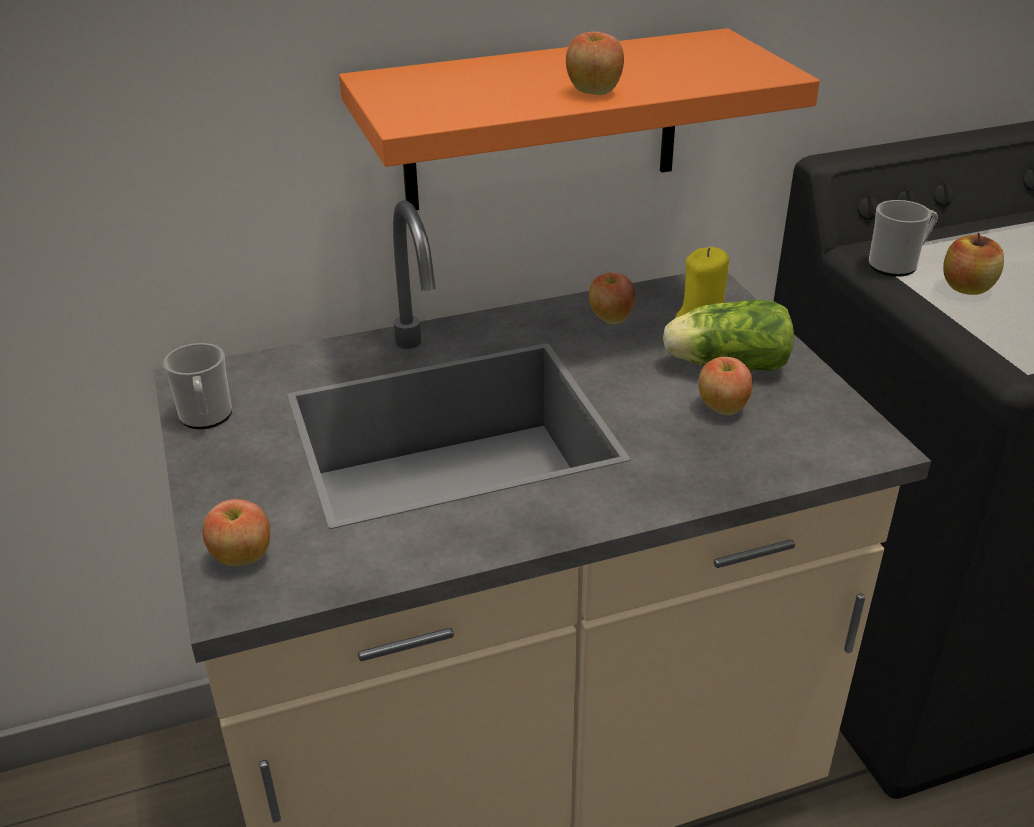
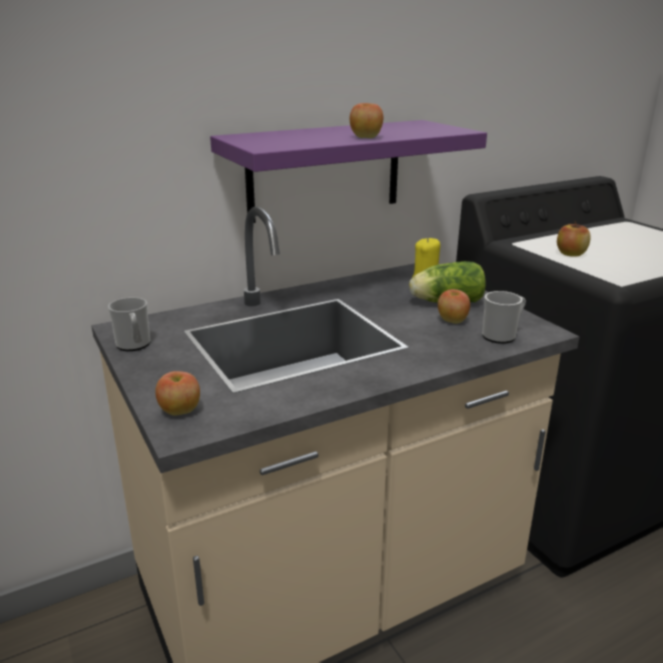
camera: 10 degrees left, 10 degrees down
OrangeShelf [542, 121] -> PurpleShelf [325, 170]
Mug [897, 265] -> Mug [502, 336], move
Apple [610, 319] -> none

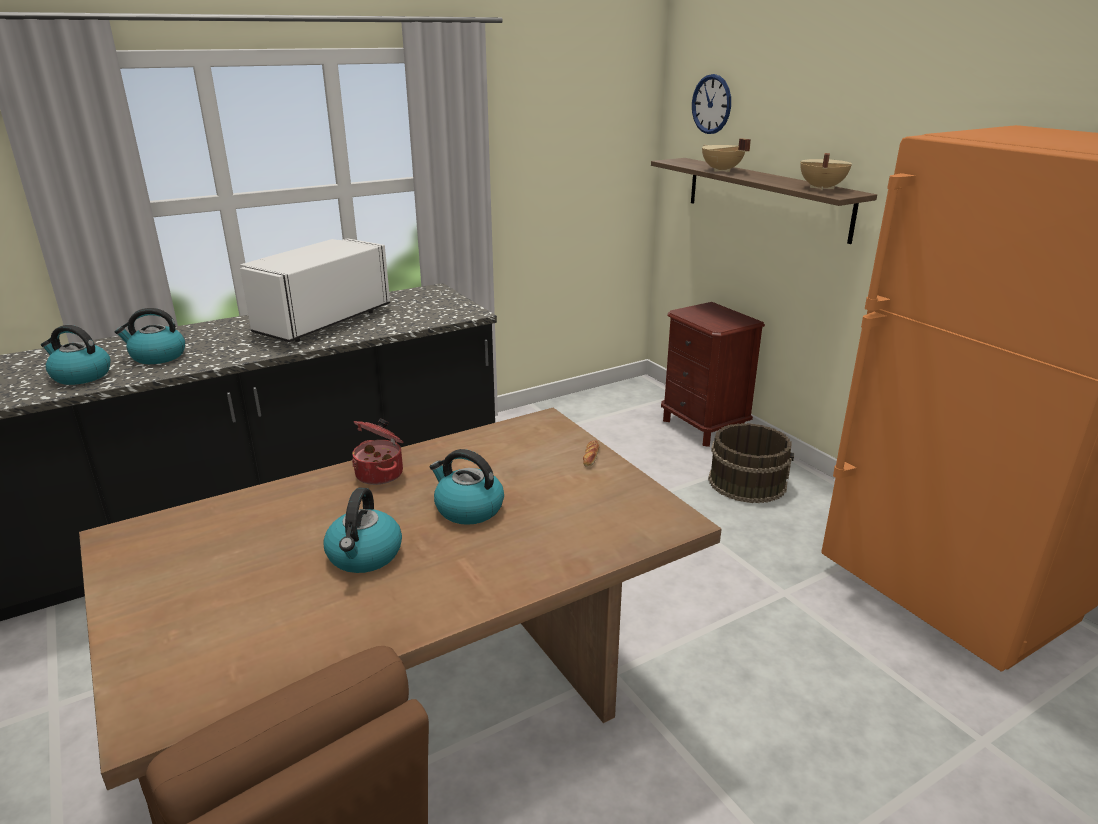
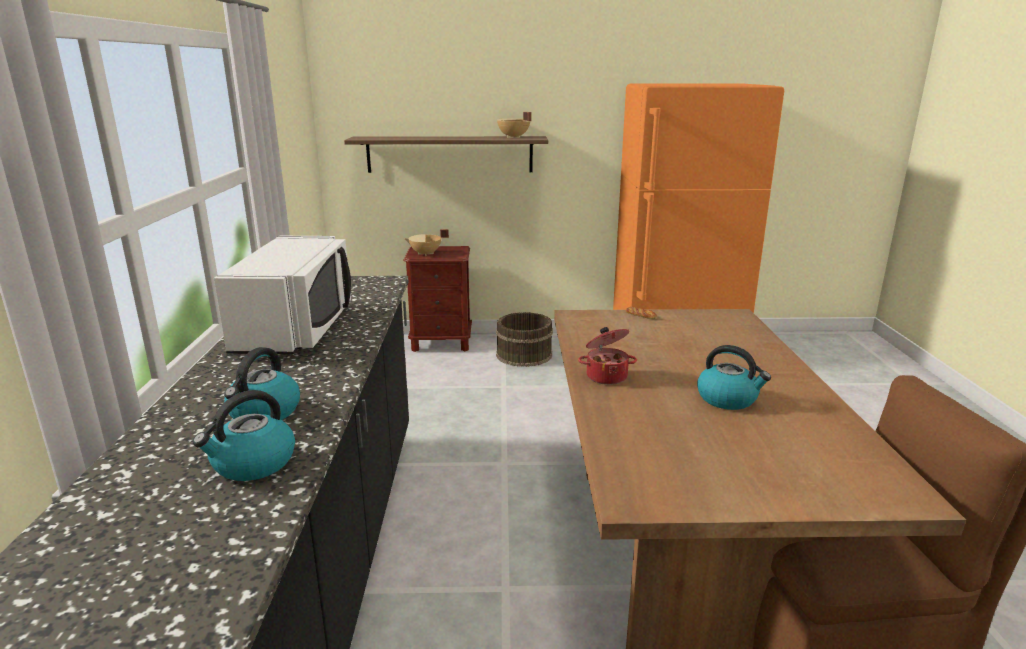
camera: 60 degrees left, 5 degrees down
WallClock [711, 104] -> none
BeigeCookingPot [721, 170] -> BeigeCookingPot [426, 254], move
WhiteMicrowave [320, 320] -> WhiteMicrowave [298, 329], 150 degrees counterclockwise
Kettle [468, 509] -> none

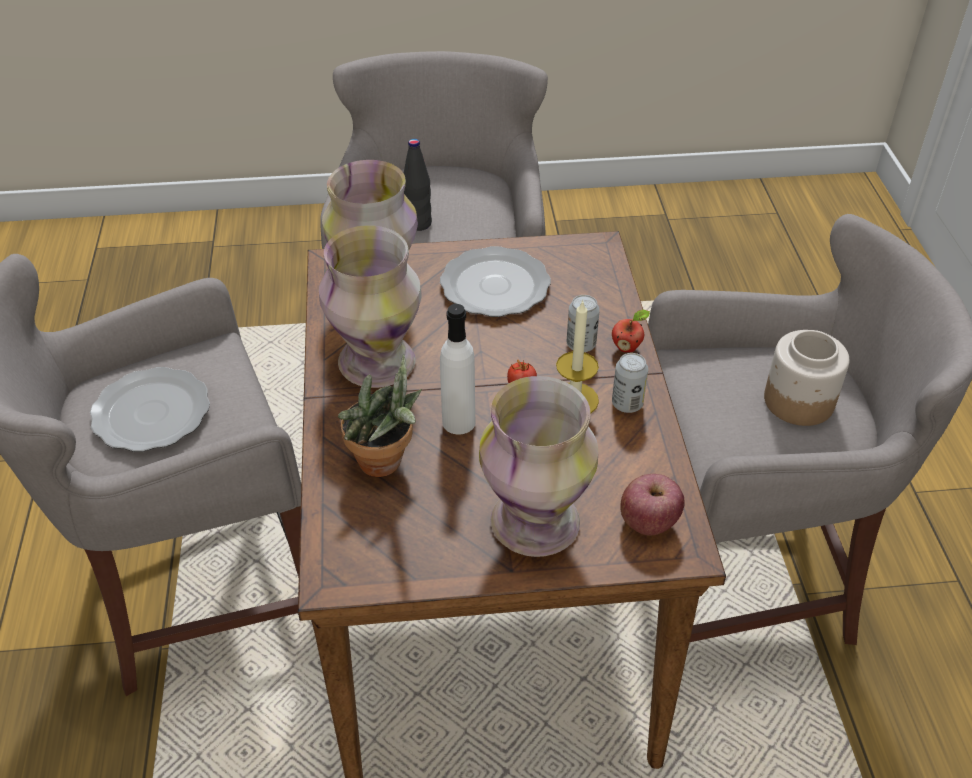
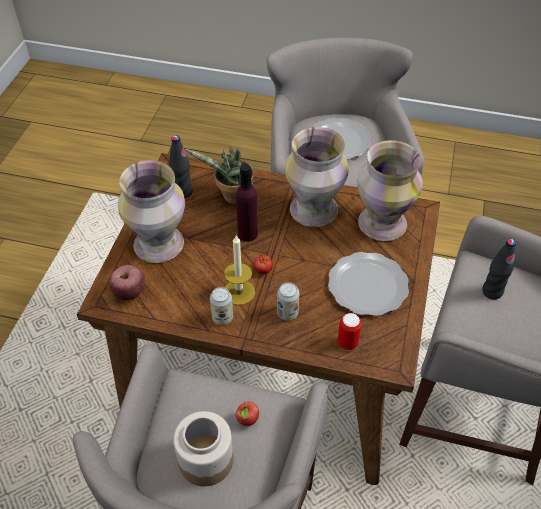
camera: 110 degrees right, 5 degrees up
WhiteBottle [458, 422] -> PurpleBottle [247, 234]
Apple [627, 347] -> Apple [248, 421], move
none -> BlackBottle [183, 192]
none -> Can [347, 343]

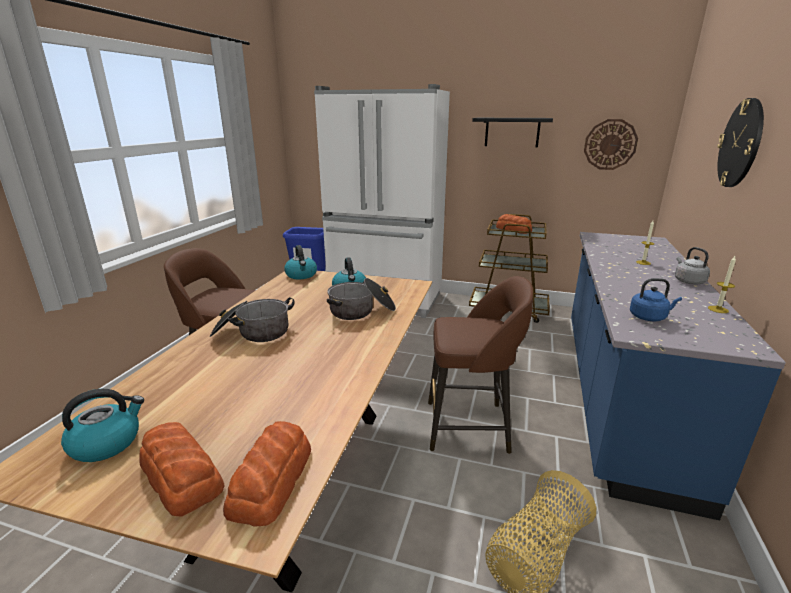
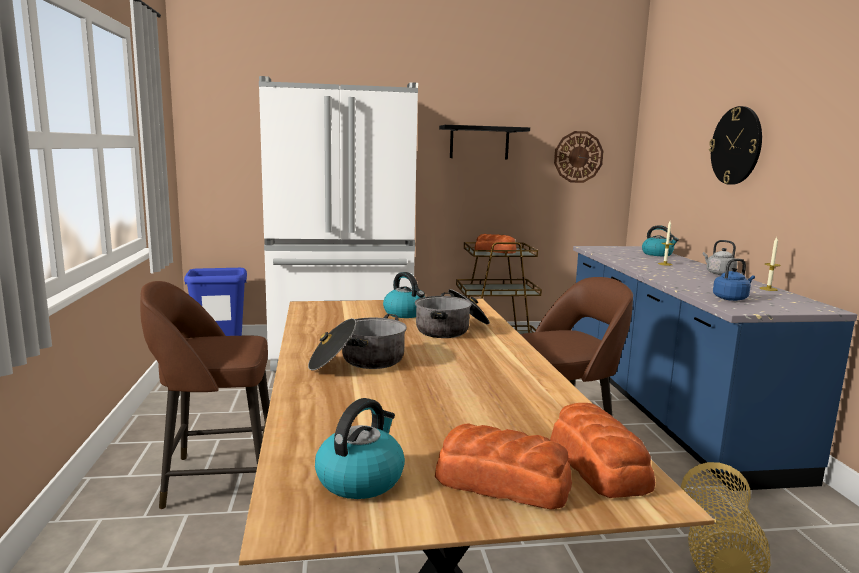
camera: 25 degrees left, 10 degrees down
Kettle [301, 275] -> Kettle [657, 254], move

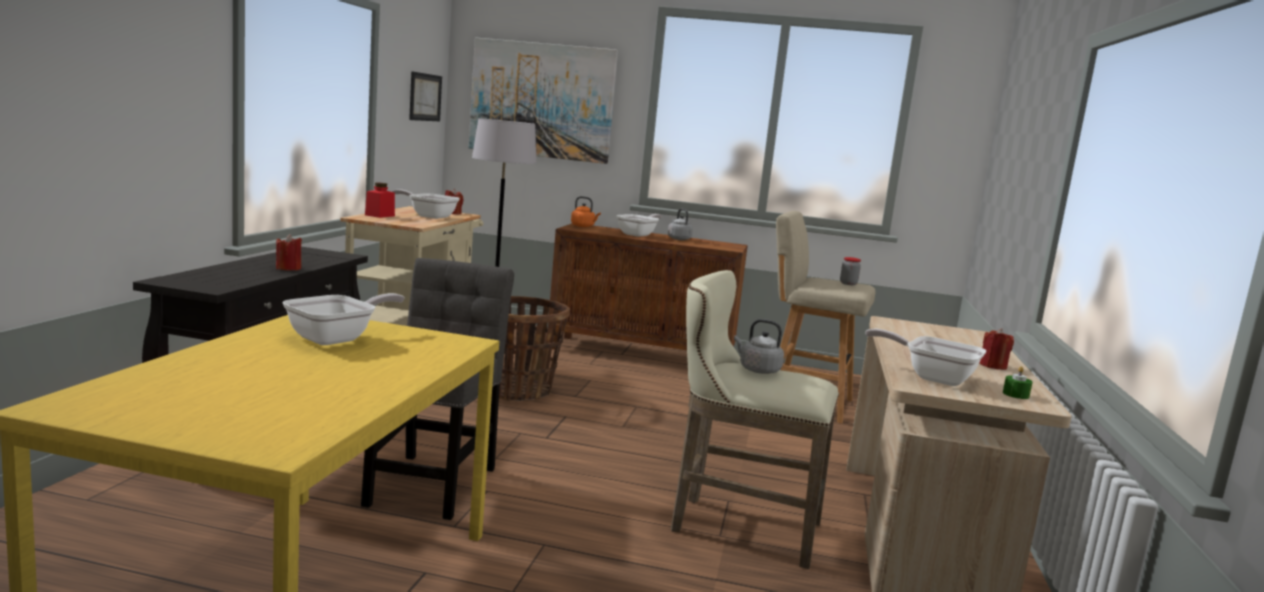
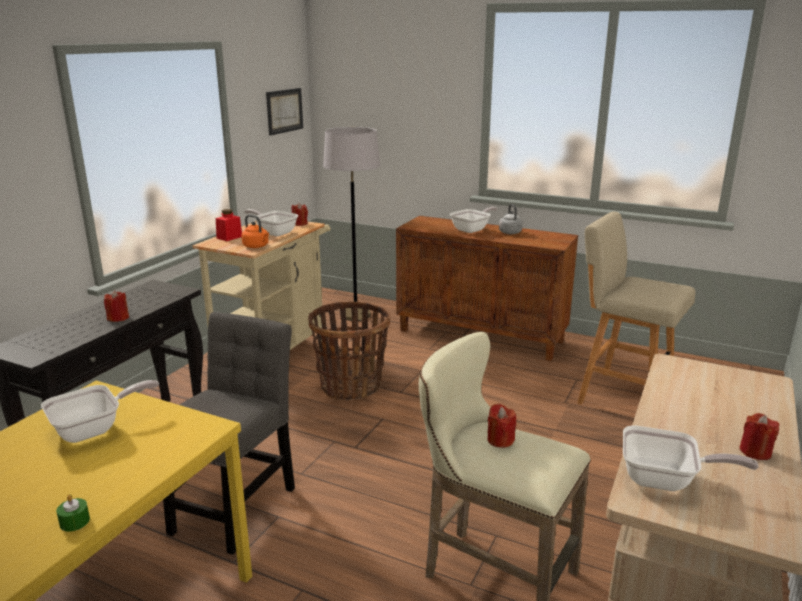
camera: 15 degrees right, 10 degrees up
Picture [542, 100] -> none
OrangeKettle [583, 226] -> OrangeKettle [257, 246], move
Jar [848, 284] -> none
GreyKettle [757, 370] -> RedCandle [500, 440]
FryingPan [932, 377] -> FryingPan [665, 480], 150 degrees clockwise
GreenCandle [1015, 394] -> GreenCandle [74, 522], move

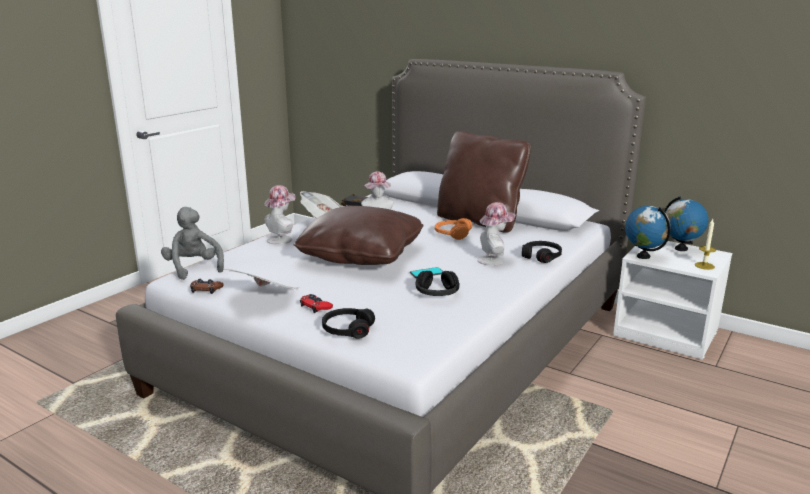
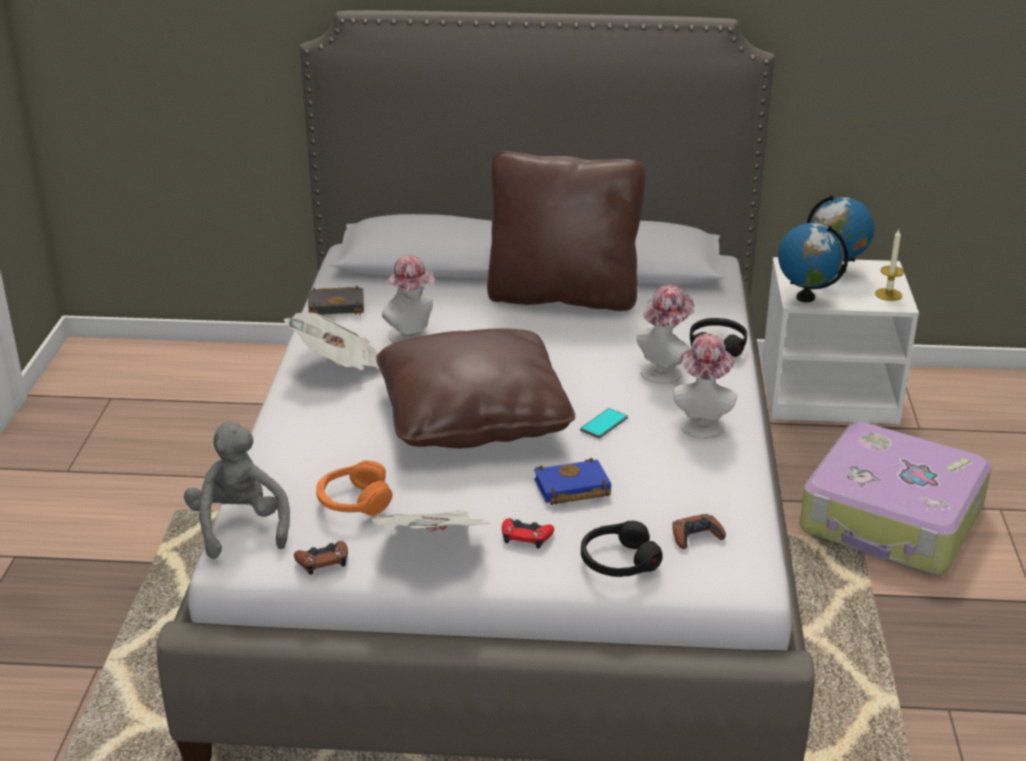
camera: 30 degrees left, 10 degrees up
Hat [282, 239] -> Hat [702, 423], move
GreyPlushToy [193, 268] -> GreyPlushToy [240, 526], 45 degrees clockwise
OrangeHeadphones [452, 234] -> OrangeHeadphones [353, 501], move
BlackHeadphones [437, 293] -> none
none -> Suitcase [892, 520]
none -> BlueBook [571, 489]
none -> BrownGameController [696, 536]

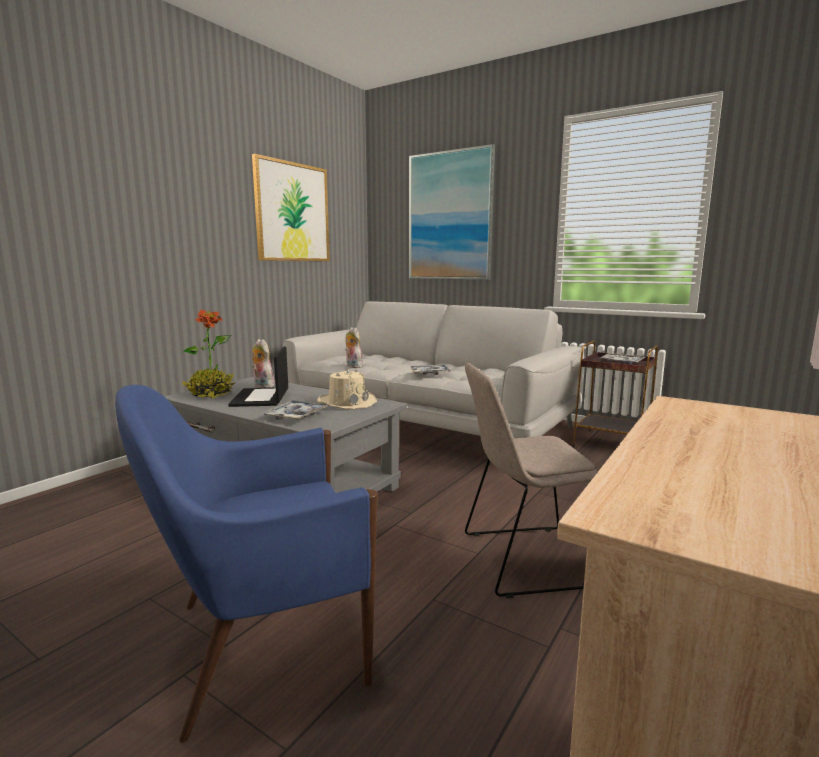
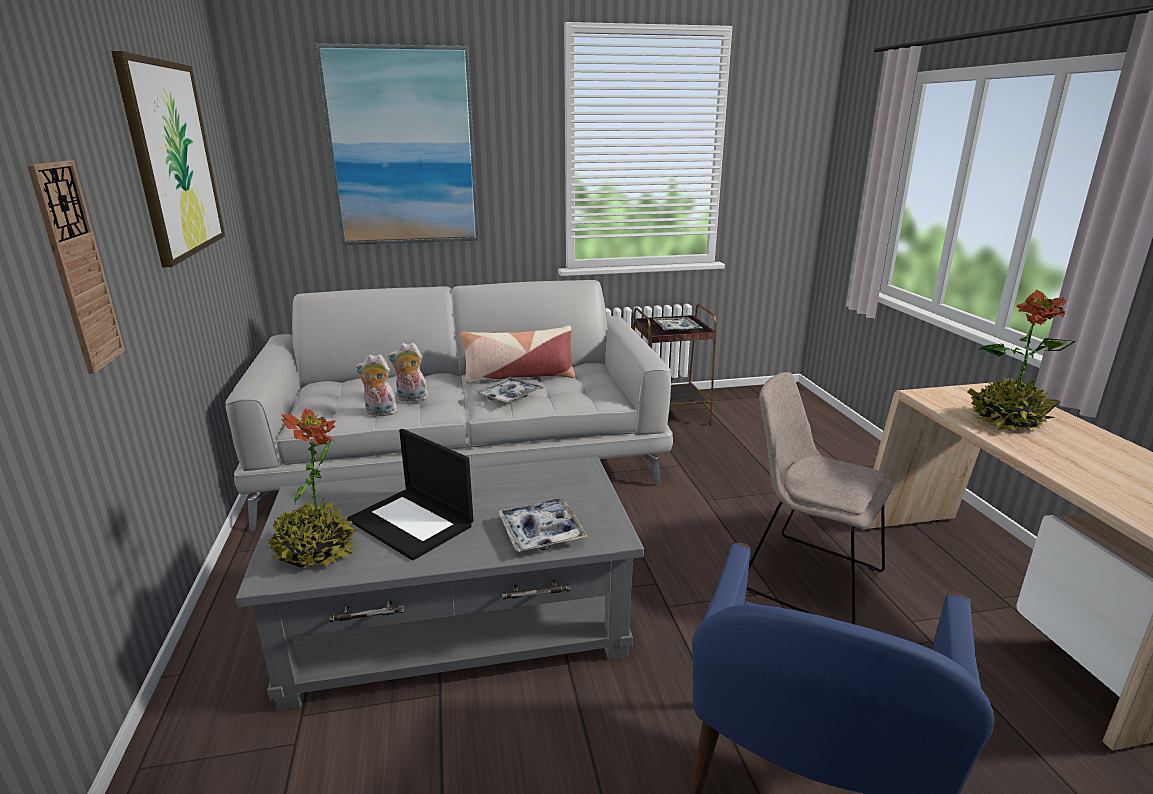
camera: 45 degrees left, 10 degrees up
PlushToy [262, 386] -> PlushToy [411, 399], move
BeigeChair [523, 560] -> BeigeChair [806, 577], 90 degrees clockwise
BeigeHat [347, 402] -> none
none -> WallClock [77, 267]
none -> PottedPlant [1006, 420]
none -> Pillow [519, 376]

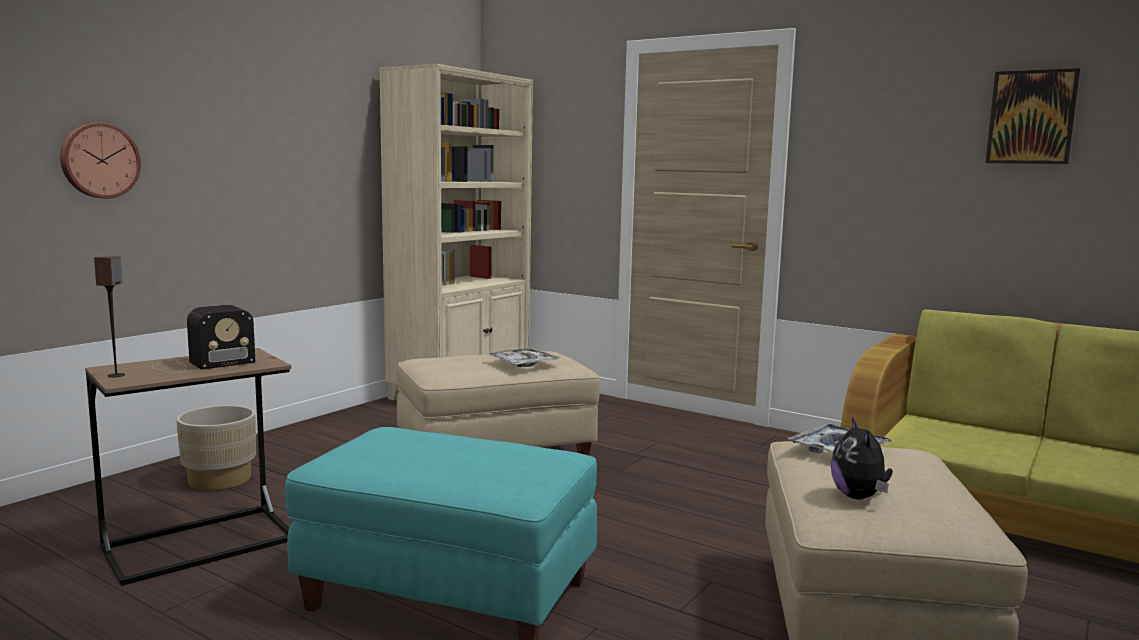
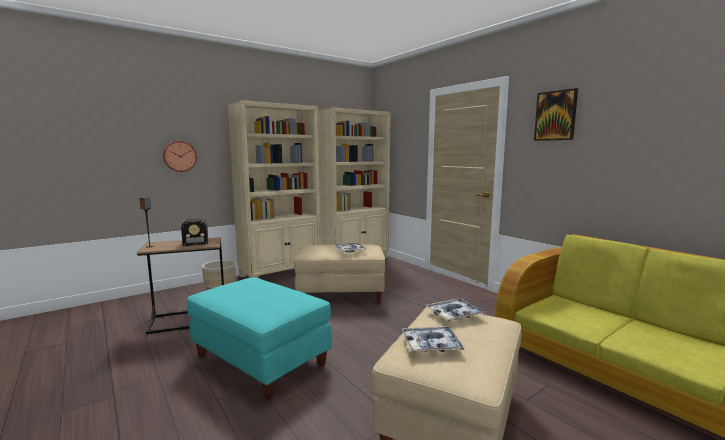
camera: 20 degrees right, 0 degrees up
Picture [1031, 117] -> Picture [555, 115], move
PlushToy [859, 497] -> Tray [431, 345]
none -> BeigeBookcase [281, 274]

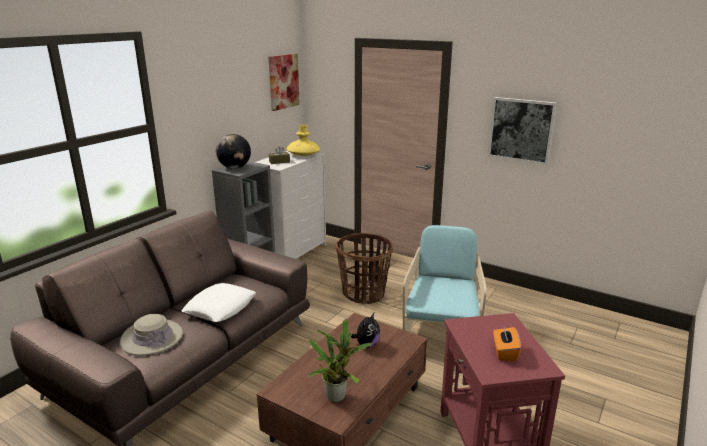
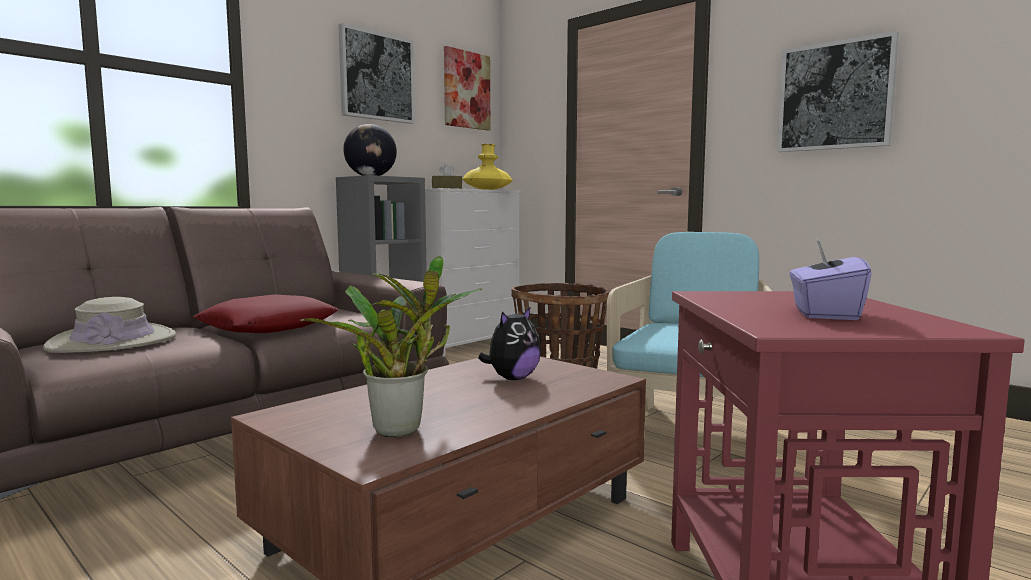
camera: 10 degrees right, 15 degrees down
WhitePillow [220, 307] -> RedPillow [269, 326]
OrangeTissueBox [504, 352] -> PurpleTissueBox [823, 314]
none -> Picture [376, 77]

